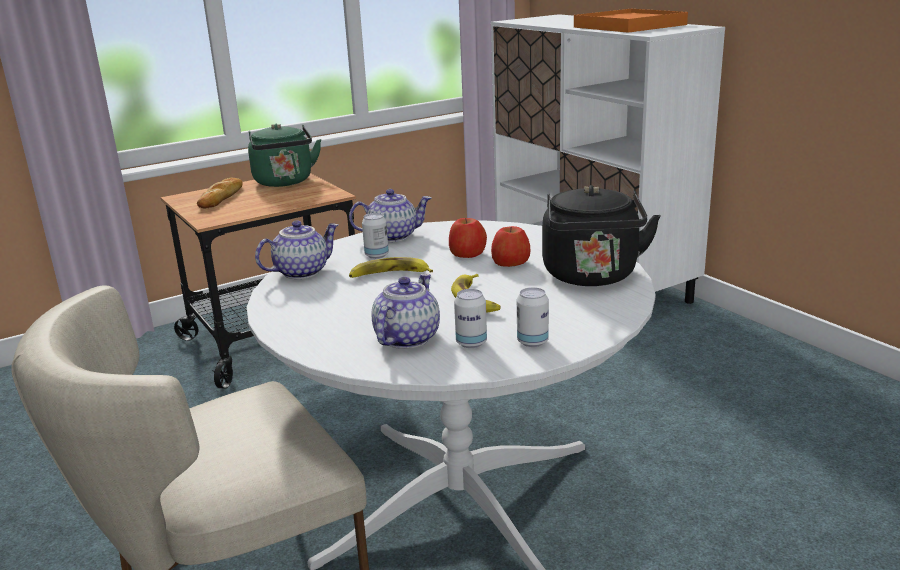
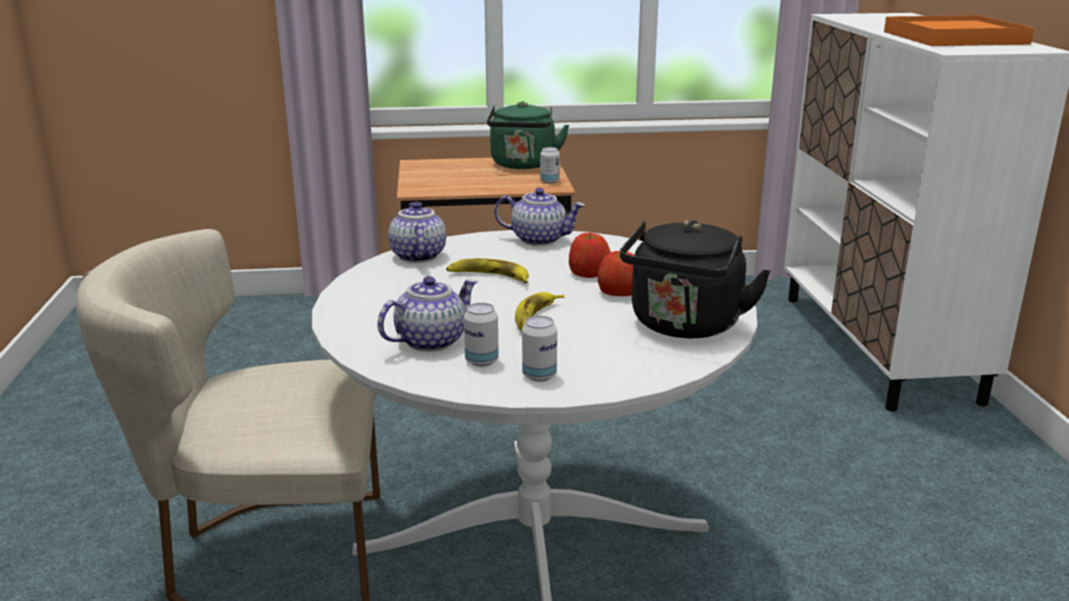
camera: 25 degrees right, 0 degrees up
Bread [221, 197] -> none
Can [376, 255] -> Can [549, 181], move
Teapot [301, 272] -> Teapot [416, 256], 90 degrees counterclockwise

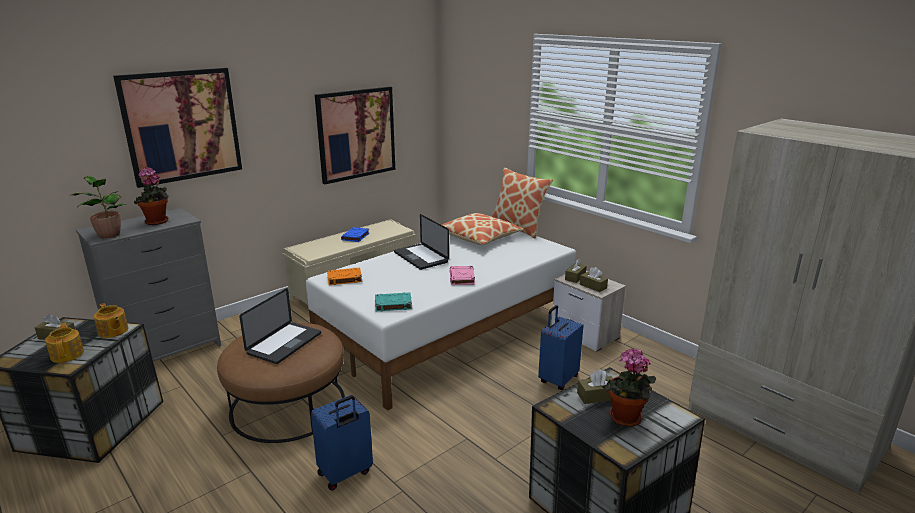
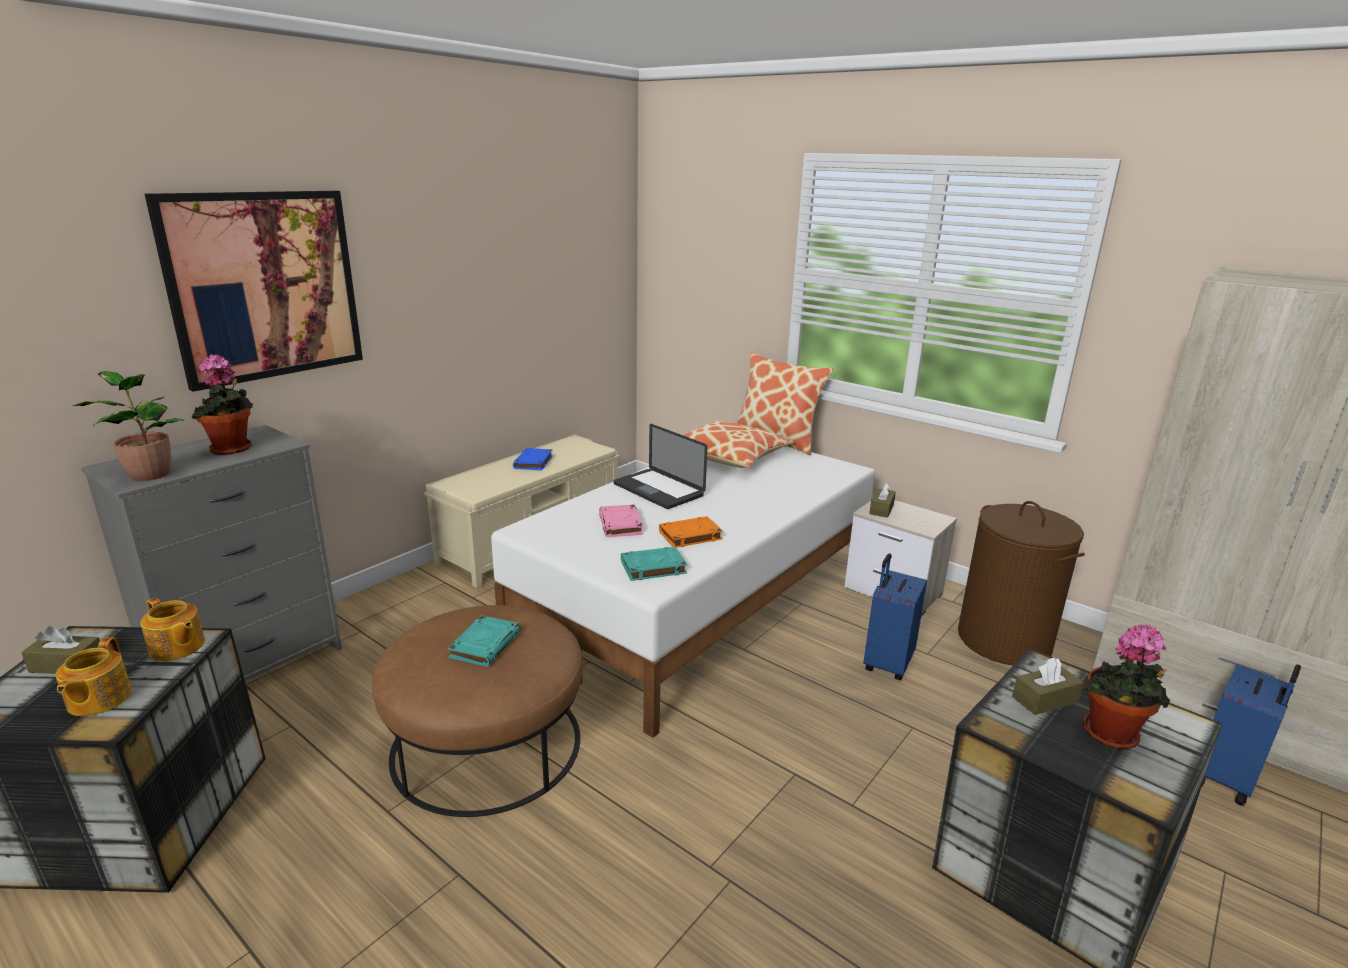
camera: 10 degrees left, 0 degrees up
Picture [356, 134] -> none
PinkBook [462, 278] -> PinkBook [621, 525], move
BrownTissueBox [593, 286] -> none
OrangeBook [344, 279] -> OrangeBook [689, 536], move
Laptop [284, 343] -> TurquoiseBook [485, 644]
Teapot [68, 354] -> Teapot [98, 699], 150 degrees counterclockwise
BlueSuitcase [345, 474] -> BlueSuitcase [1227, 779], move
none -> BrownLaundryBasket [1004, 640]

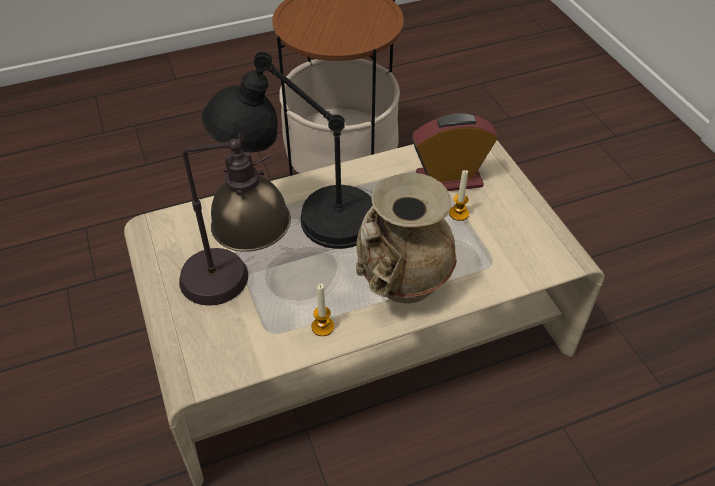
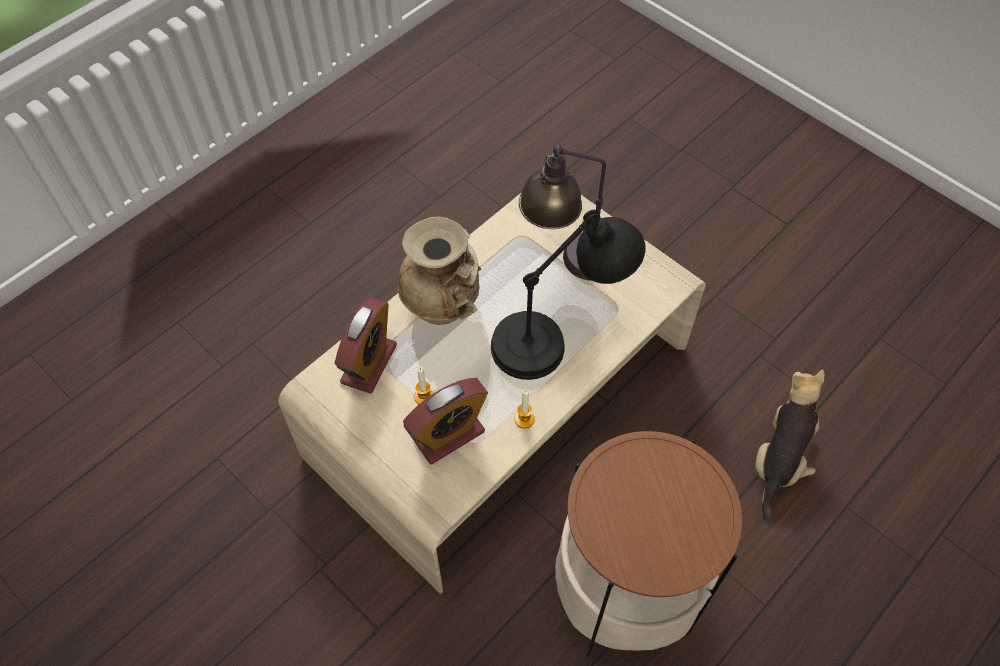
camera: 155 degrees right, 10 degrees up
Candle [322, 327] -> Candle [524, 419], move
none -> AlarmClock [369, 363]
none -> PlushToy [779, 459]

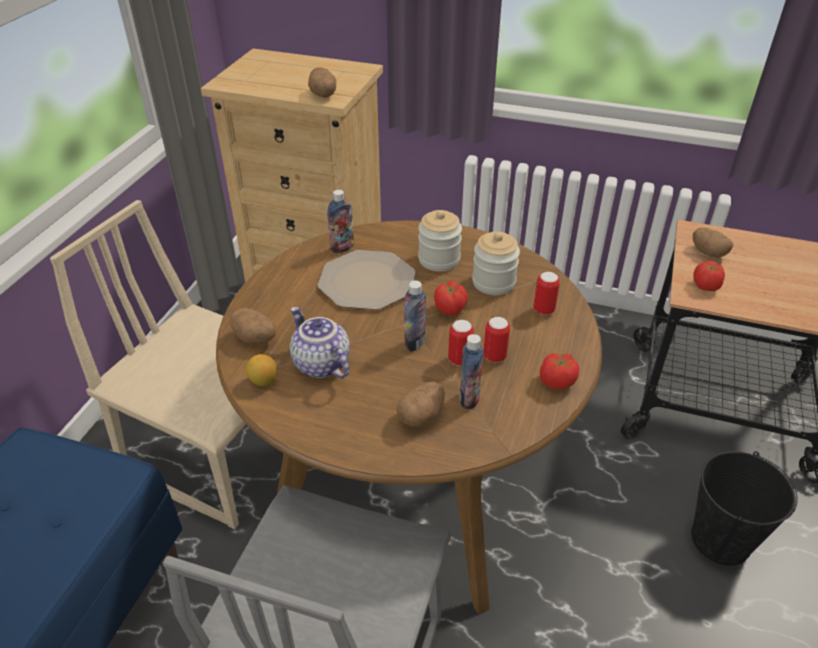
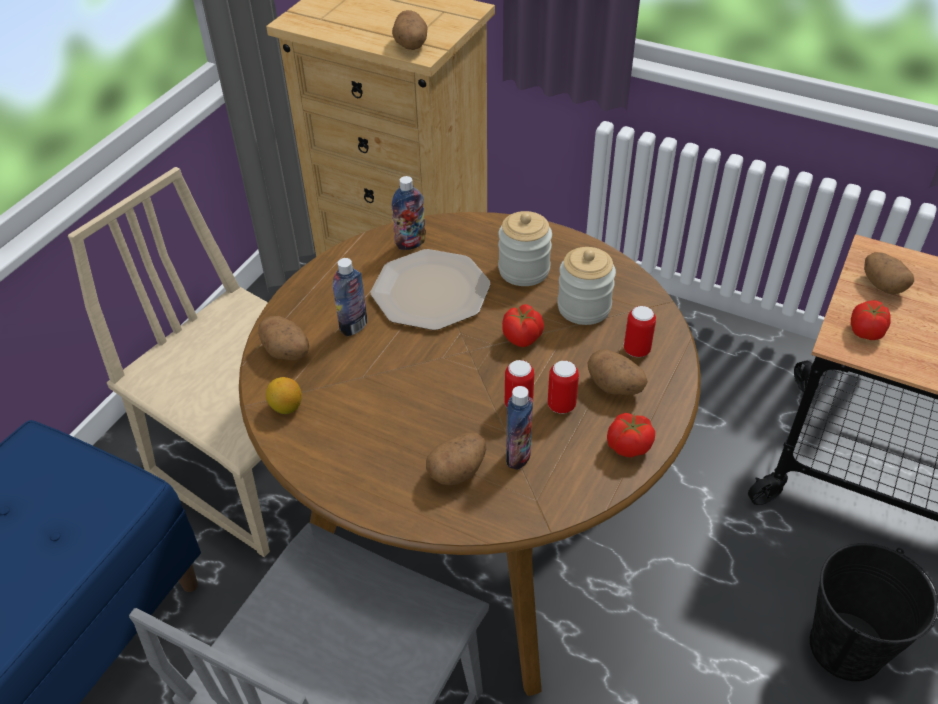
camera: 10 degrees right, 5 degrees up
Bottle [414, 343] -> Bottle [353, 326], move
Teapot [320, 364] -> none
none -> Potato [615, 387]

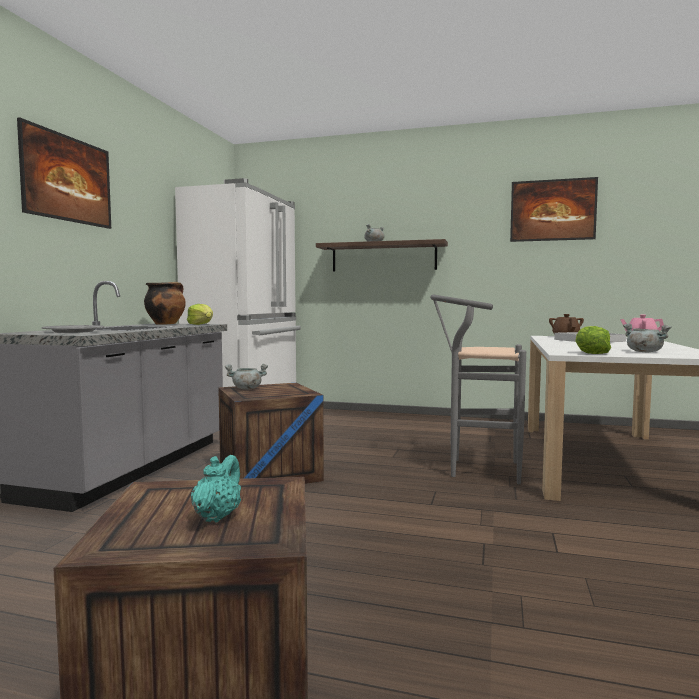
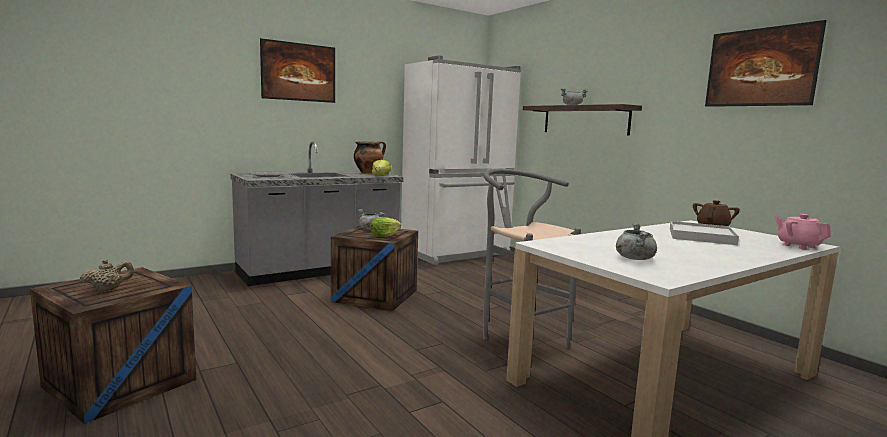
camera: 40 degrees right, 5 degrees up
Lettuce [590, 353] -> Lettuce [384, 235], move
TurquoiseTeapot [217, 516] -> BeigeTeapot [108, 289]

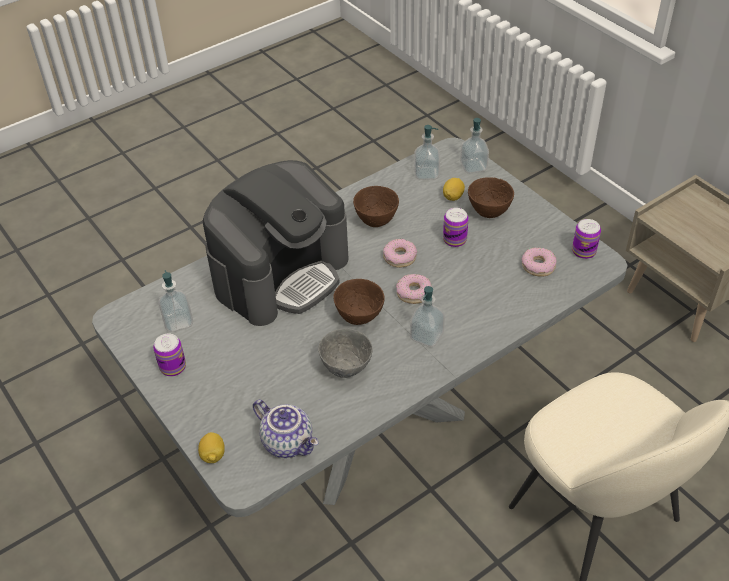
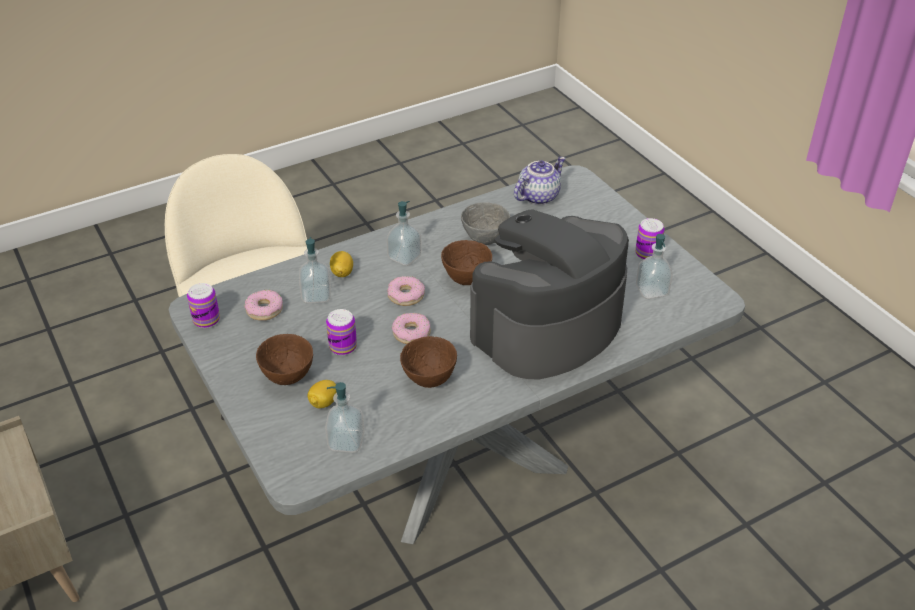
camera: 175 degrees left, 5 degrees down
SoapDispenser [473, 166] -> SoapDispenser [316, 295], move
Teapot [289, 442] -> Teapot [538, 196], 90 degrees clockwise
Lemon [213, 455] -> Lemon [342, 273], move

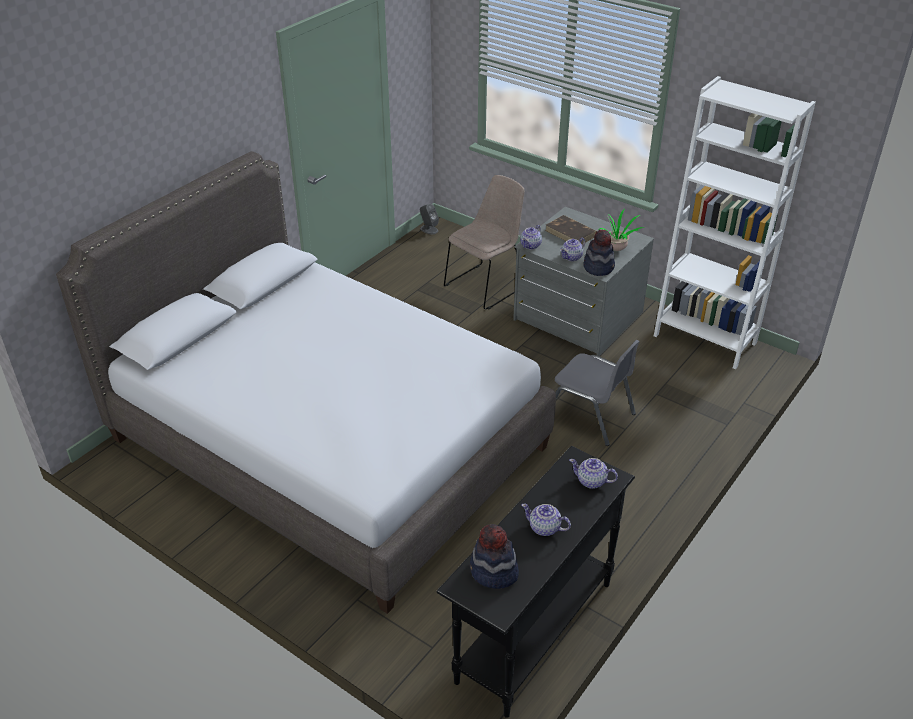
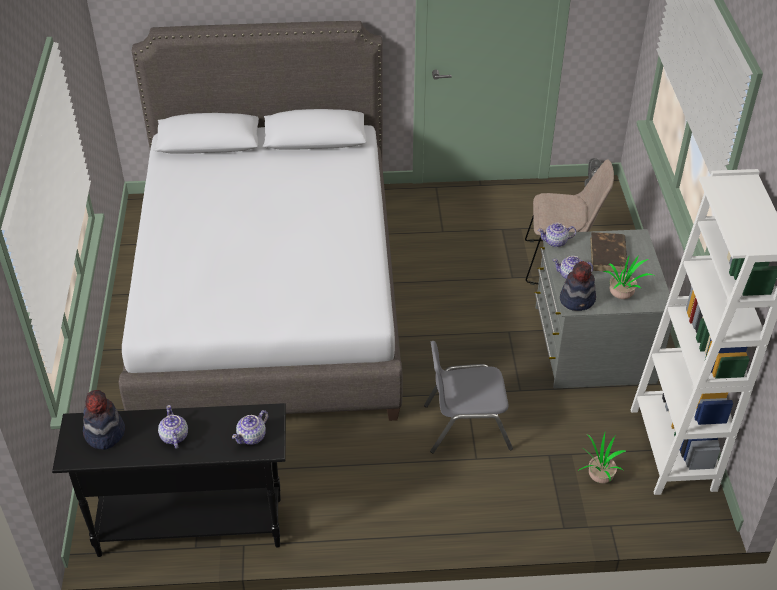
camera: 50 degrees right, 5 degrees up
GreyChair [589, 416] -> GreyChair [466, 426], 90 degrees clockwise
Teapot [592, 481] -> Teapot [252, 436], 120 degrees counterclockwise
none -> PottedPlant [598, 476]

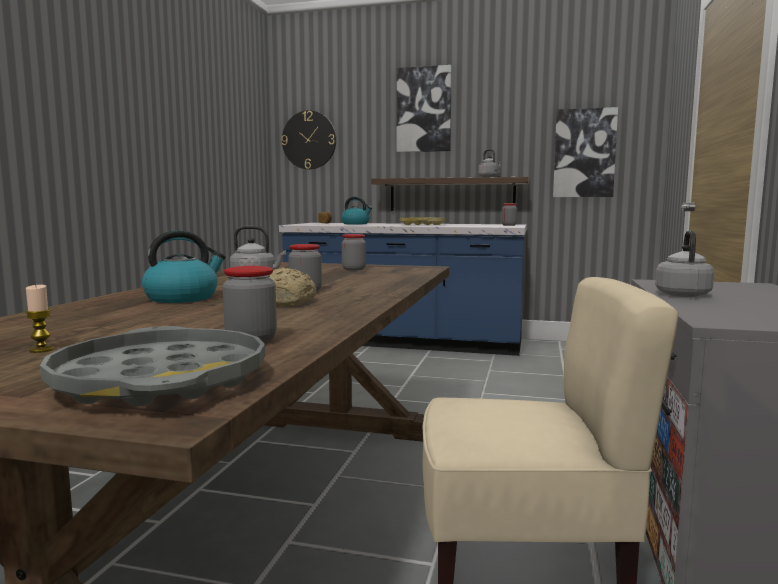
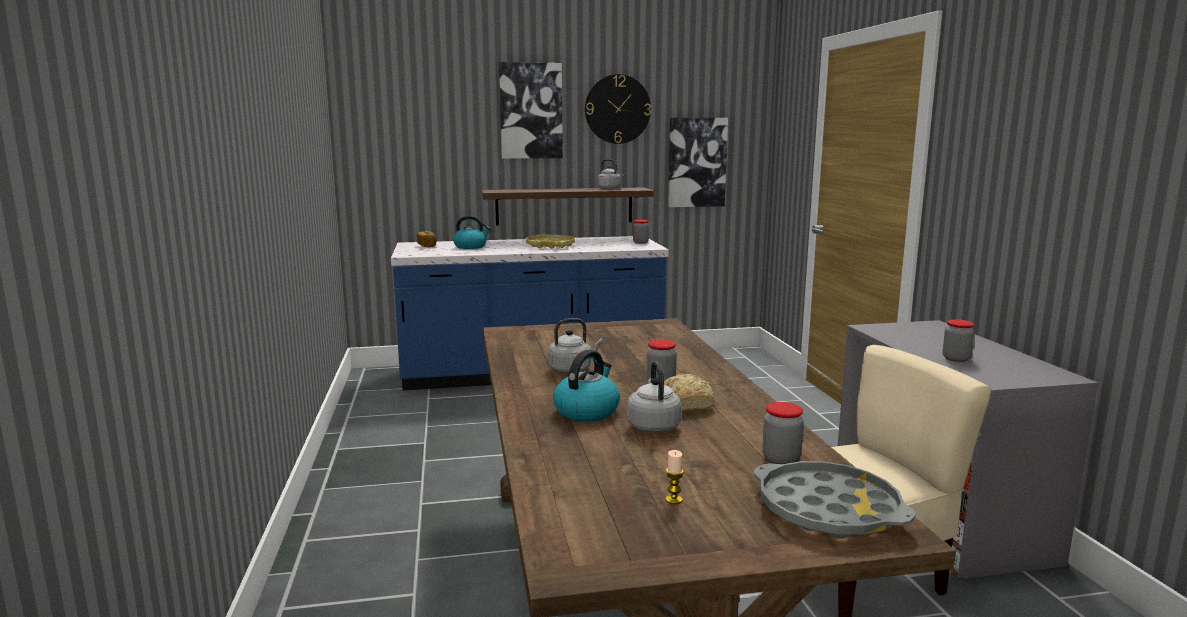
camera: 25 degrees left, 5 degrees up
WallClock [309, 140] -> WallClock [617, 109], move
GreyKettle [682, 294] -> GreyKettle [653, 425], move
Jar [353, 269] -> Jar [956, 359], move

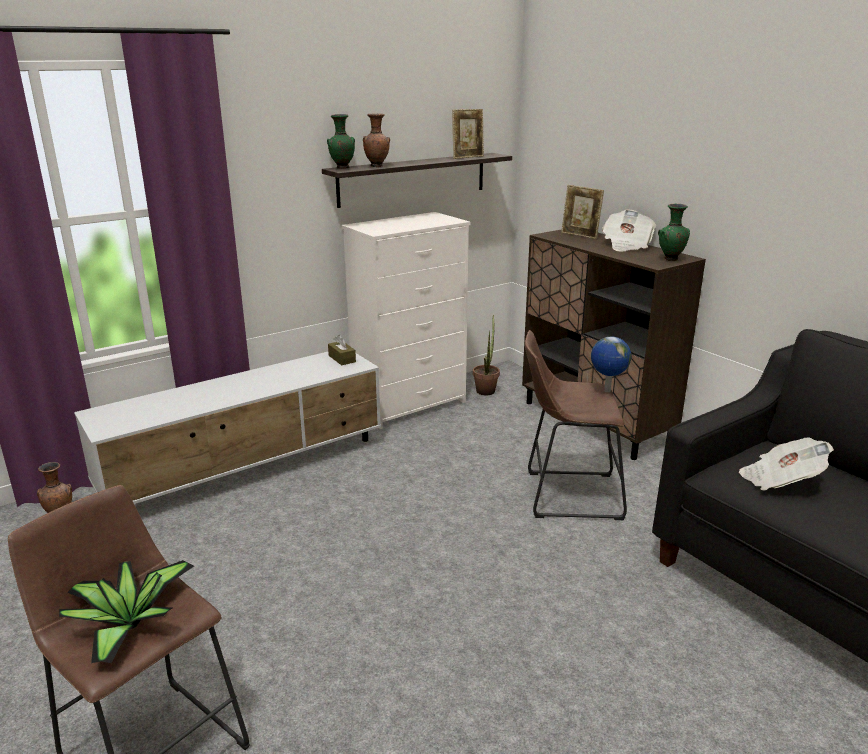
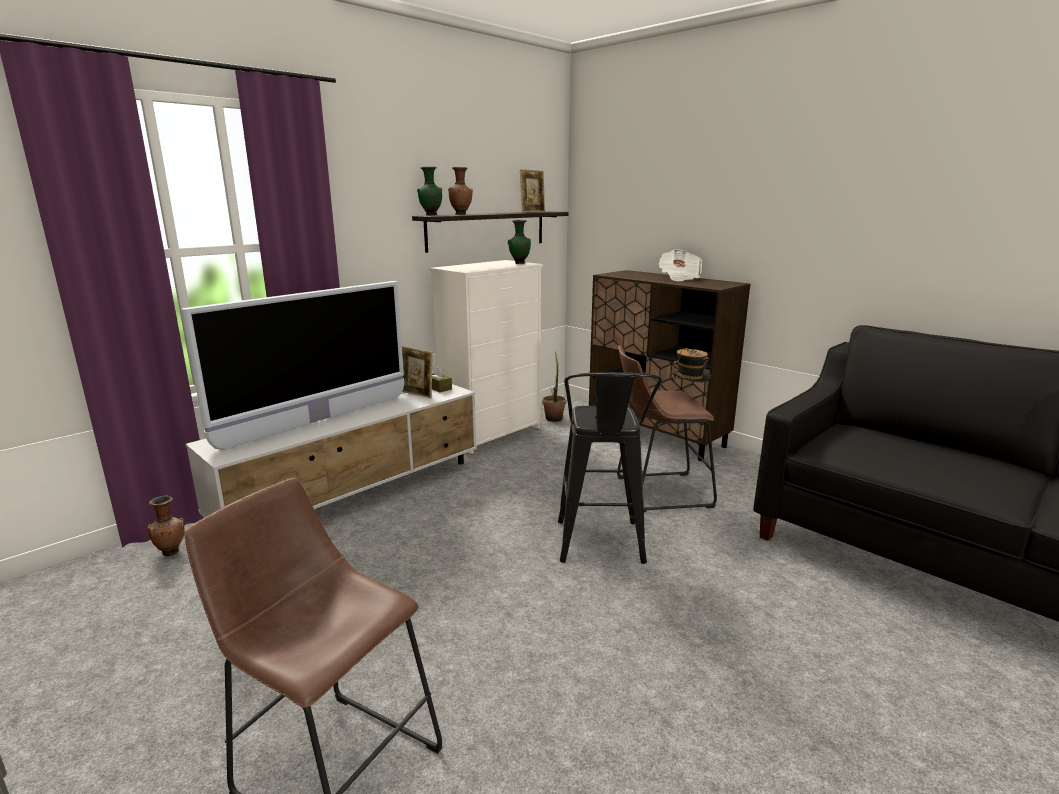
camera: 10 degrees left, 5 degrees down
PictureFrame [580, 235] -> PictureFrame [417, 394], move
GreenVase [670, 260] -> GreenVase [519, 263], move
Globe [607, 391] -> Hat [688, 395]
Newspaper [780, 481] -> none
PottedPlant [127, 624] -> none
none -> Television [318, 421]
none -> BlackStool [600, 548]

